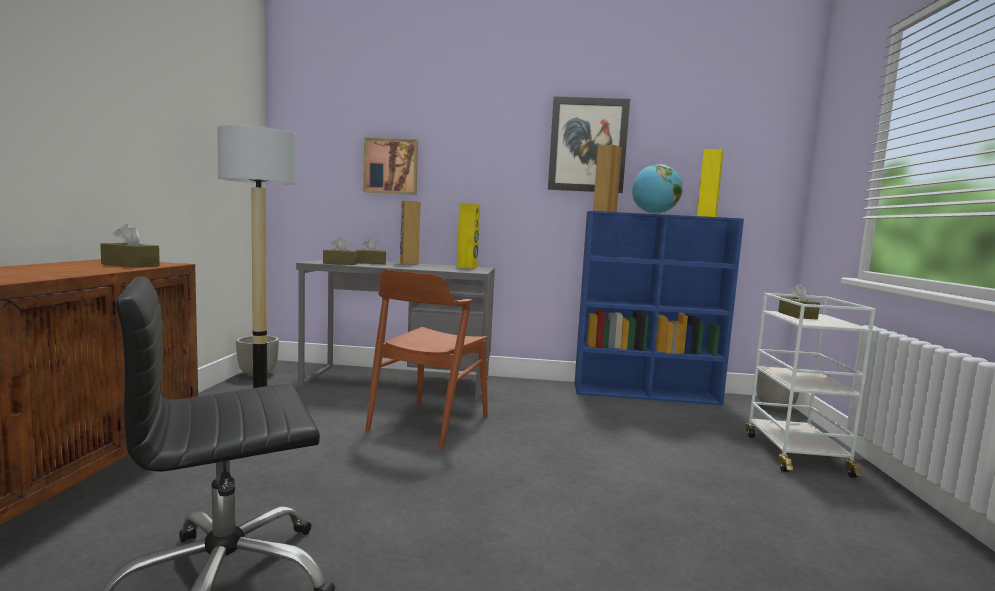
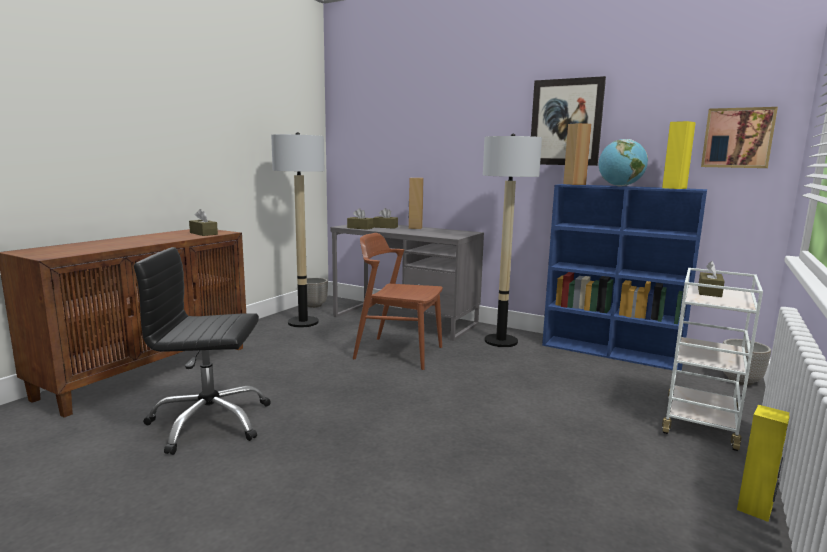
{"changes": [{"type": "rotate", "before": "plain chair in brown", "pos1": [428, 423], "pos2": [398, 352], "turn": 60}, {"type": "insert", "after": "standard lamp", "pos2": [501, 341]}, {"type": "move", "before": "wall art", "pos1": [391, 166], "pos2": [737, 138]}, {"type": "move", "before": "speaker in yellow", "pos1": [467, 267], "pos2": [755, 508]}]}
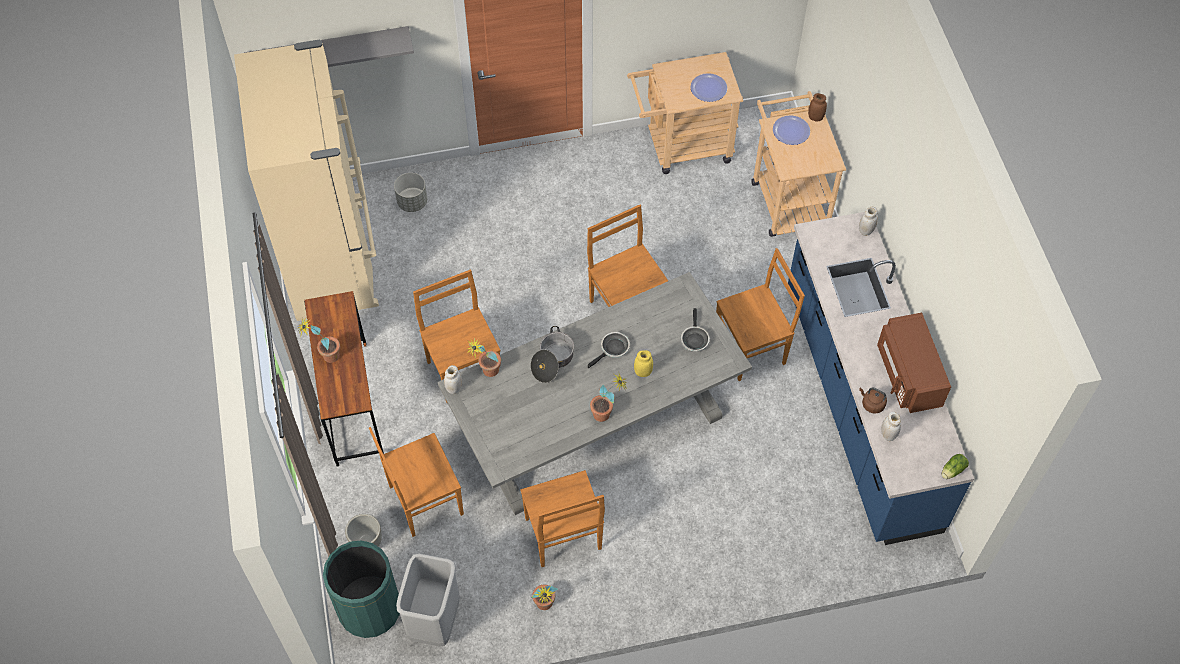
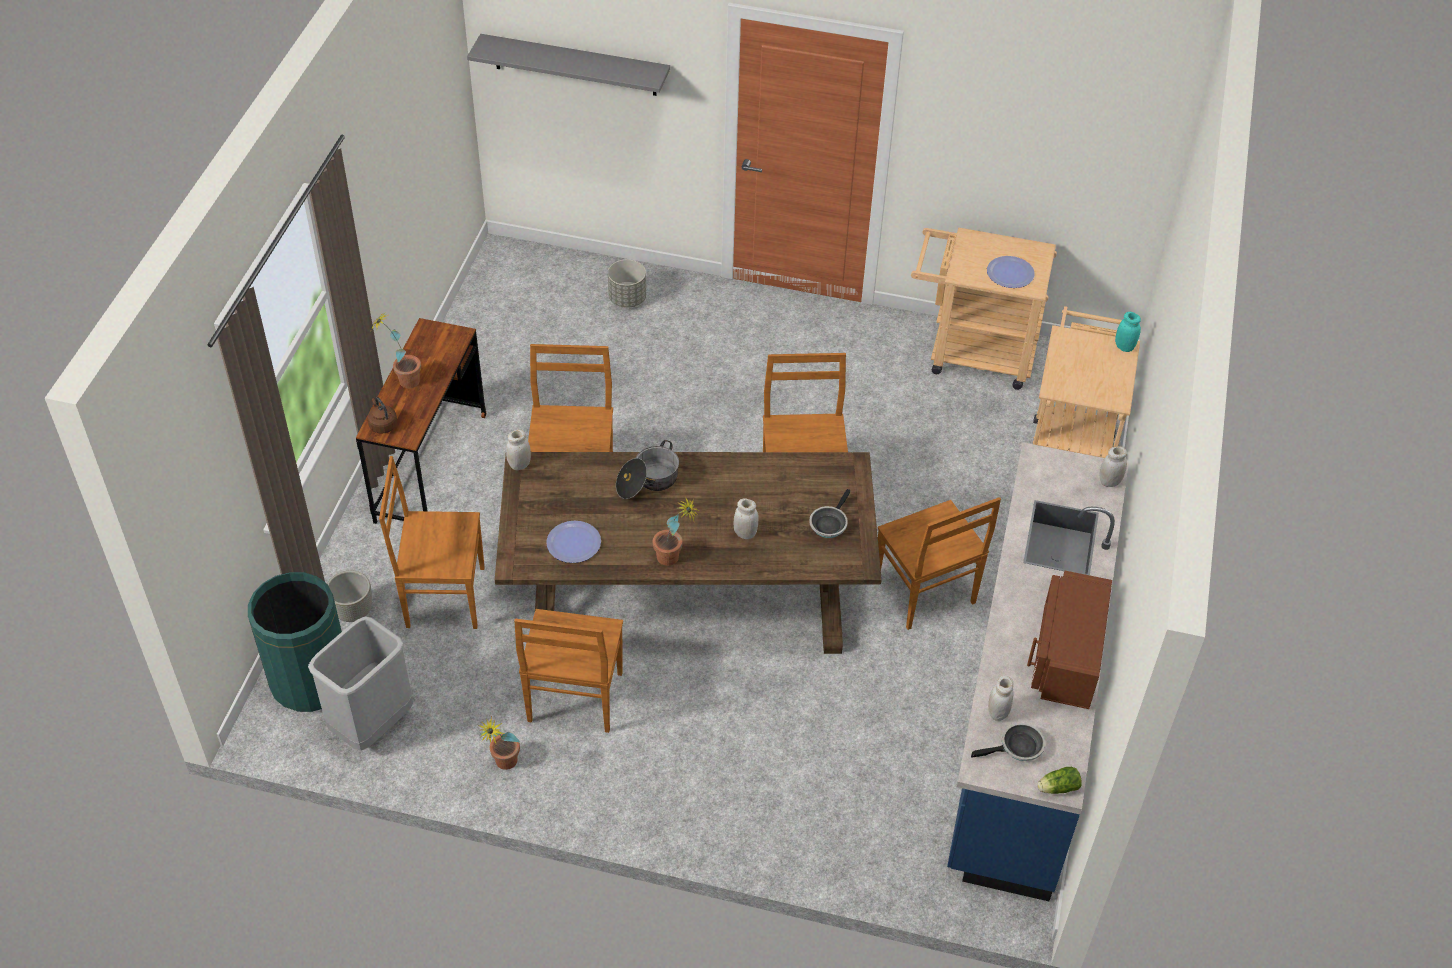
{"changes": [{"type": "move", "before": "kettle in brown", "pos1": [871, 404], "pos2": [382, 424]}, {"type": "recolor", "before": "kitchen table in gray", "after": "kitchen table in brown", "pos1": [594, 423], "pos2": [687, 597]}, {"type": "move", "before": "plate", "pos1": [791, 131], "pos2": [573, 543]}, {"type": "recolor", "before": "preserve jar in yellow", "after": "preserve jar in whitish", "pos1": [643, 372], "pos2": [745, 533]}, {"type": "rotate", "before": "plain chair in brown", "pos1": [752, 348], "pos2": [925, 594], "turn": 60}, {"type": "move", "before": "skillet", "pos1": [613, 349], "pos2": [1018, 747]}, {"type": "recolor", "before": "preserve jar in brown", "after": "preserve jar in blue-green", "pos1": [815, 117], "pos2": [1124, 347]}, {"type": "delete", "before": "refrigerator in beige", "pos1": [333, 260]}, {"type": "delete", "before": "houseplant", "pos1": [486, 373]}]}
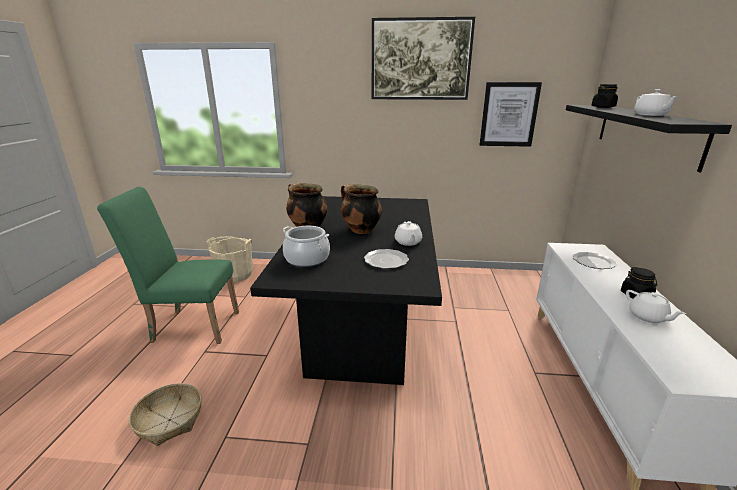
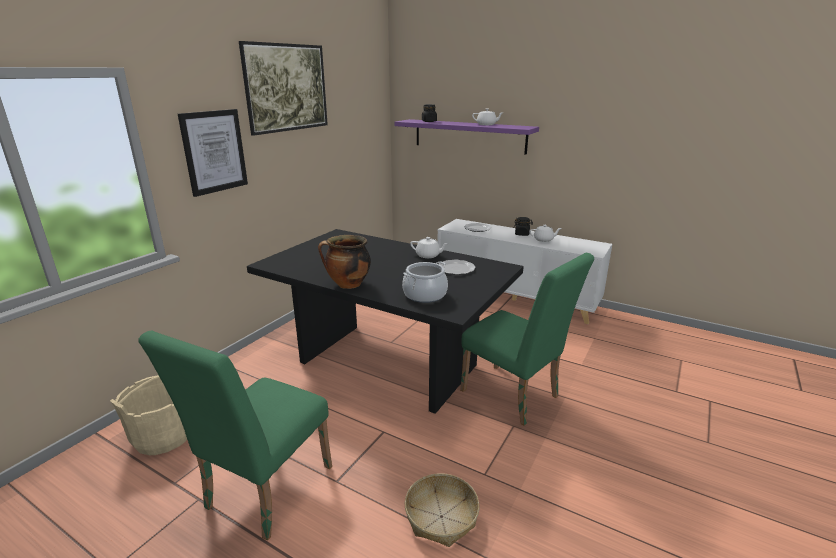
{"changes": [{"type": "move", "before": "wall art", "pos1": [509, 114], "pos2": [214, 151]}, {"type": "recolor", "before": "bracket shelf in black", "after": "bracket shelf in purple-coloured", "pos1": [645, 132], "pos2": [469, 136]}, {"type": "insert", "after": "plain chair in greenish", "pos2": [515, 397]}, {"type": "delete", "before": "cooking pot", "pos1": [360, 230]}]}
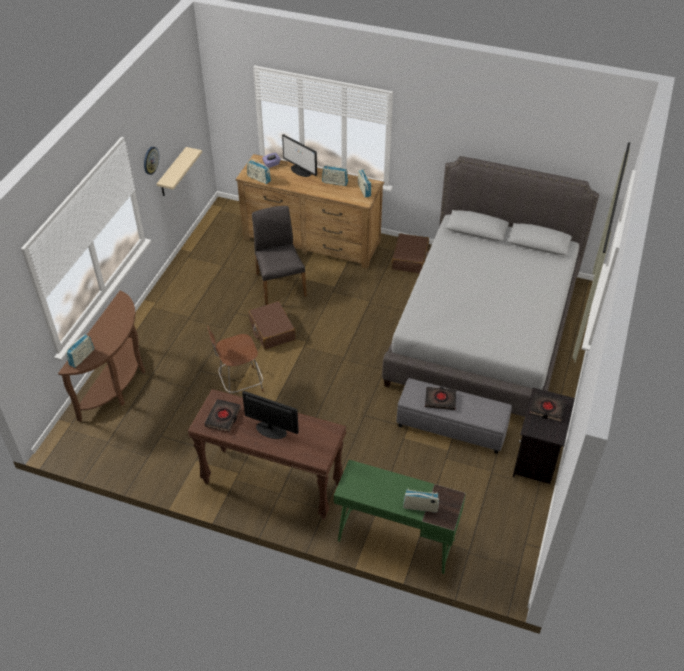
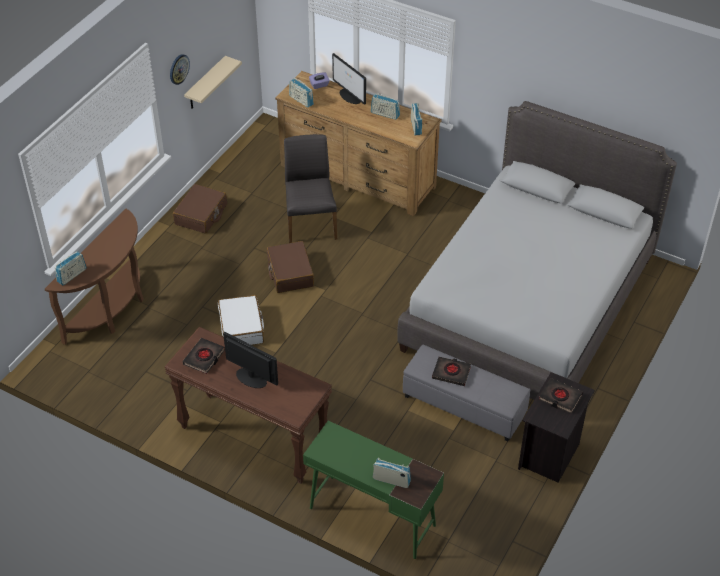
{"changes": [{"type": "move", "before": "travel case in brown", "pos1": [410, 259], "pos2": [201, 215]}, {"type": "replace", "before": "plain chair in brown", "after": "travel case in whitish", "pos1": [239, 384], "pos2": [241, 327]}]}
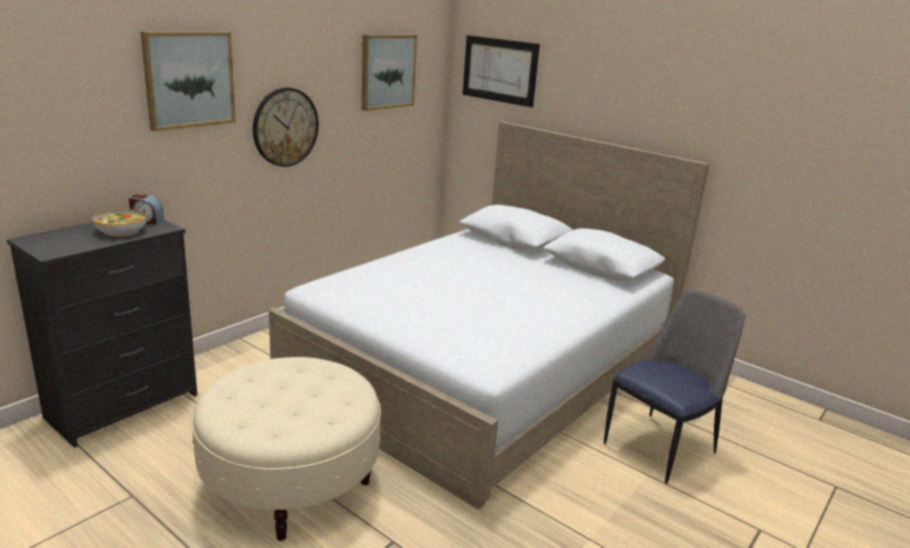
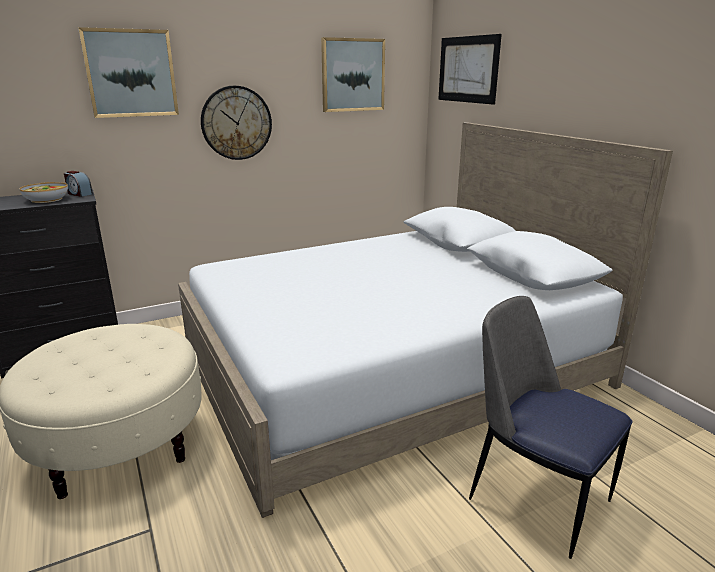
{"changes": [{"type": "rotate", "before": "plain chair", "pos1": [661, 446], "pos2": [535, 496], "turn": -120}]}
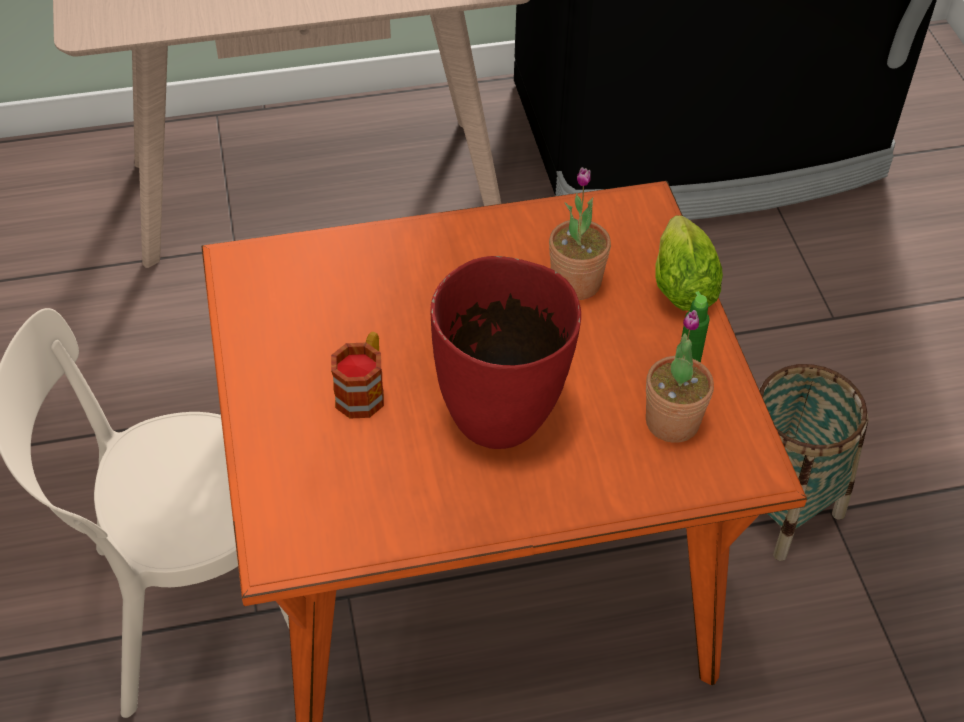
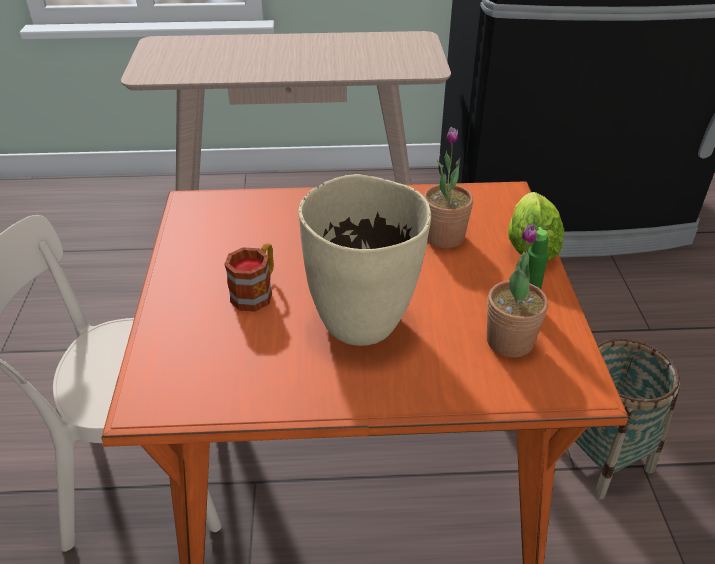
{"changes": [{"type": "recolor", "before": "decorative vase in reddish", "after": "decorative vase in beige", "pos1": [501, 416], "pos2": [363, 321]}]}
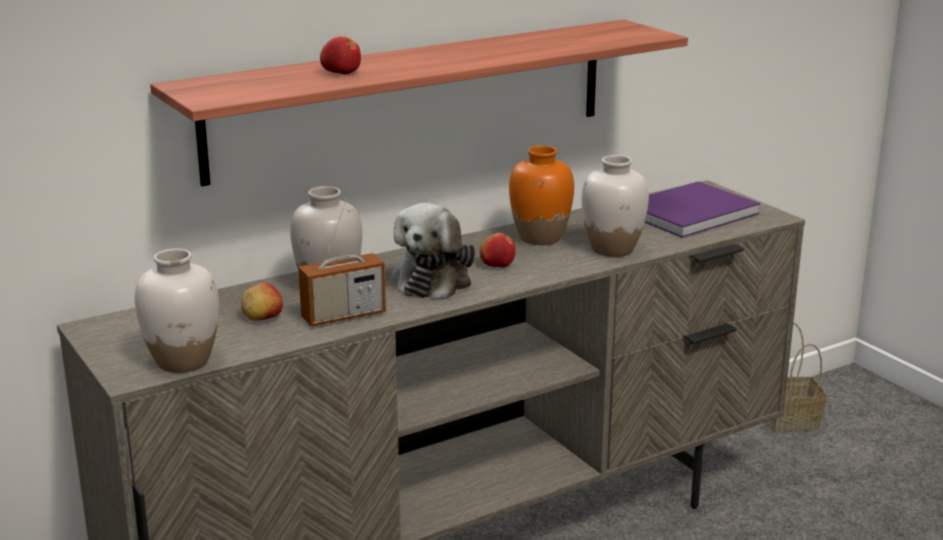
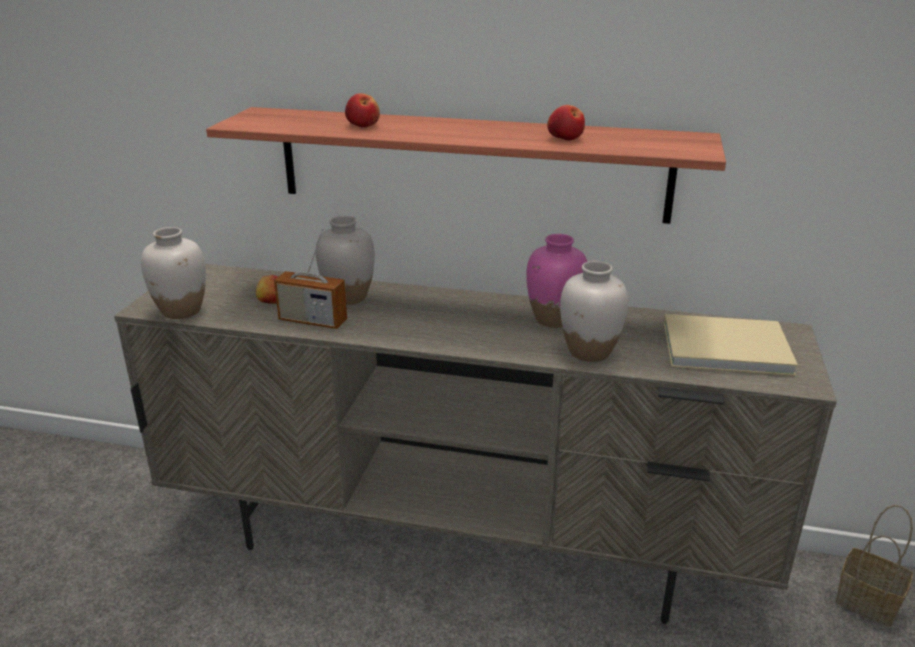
{"changes": [{"type": "recolor", "before": "decorative vase in orange", "after": "decorative vase in pinkish", "pos1": [540, 238], "pos2": [554, 319]}, {"type": "move", "before": "apple", "pos1": [497, 265], "pos2": [565, 138]}, {"type": "recolor", "before": "volume in purple-coloured", "after": "volume in beige", "pos1": [684, 213], "pos2": [721, 346]}, {"type": "delete", "before": "soft toy", "pos1": [434, 279]}]}
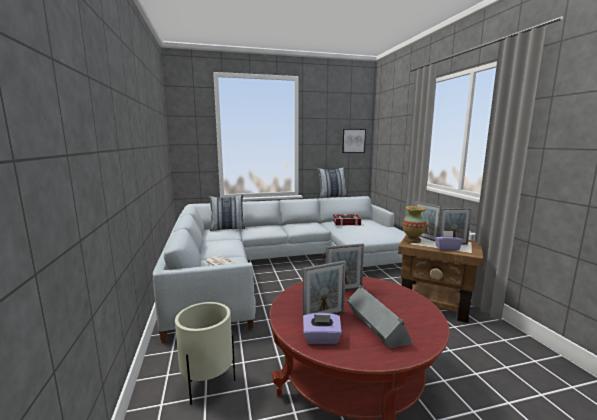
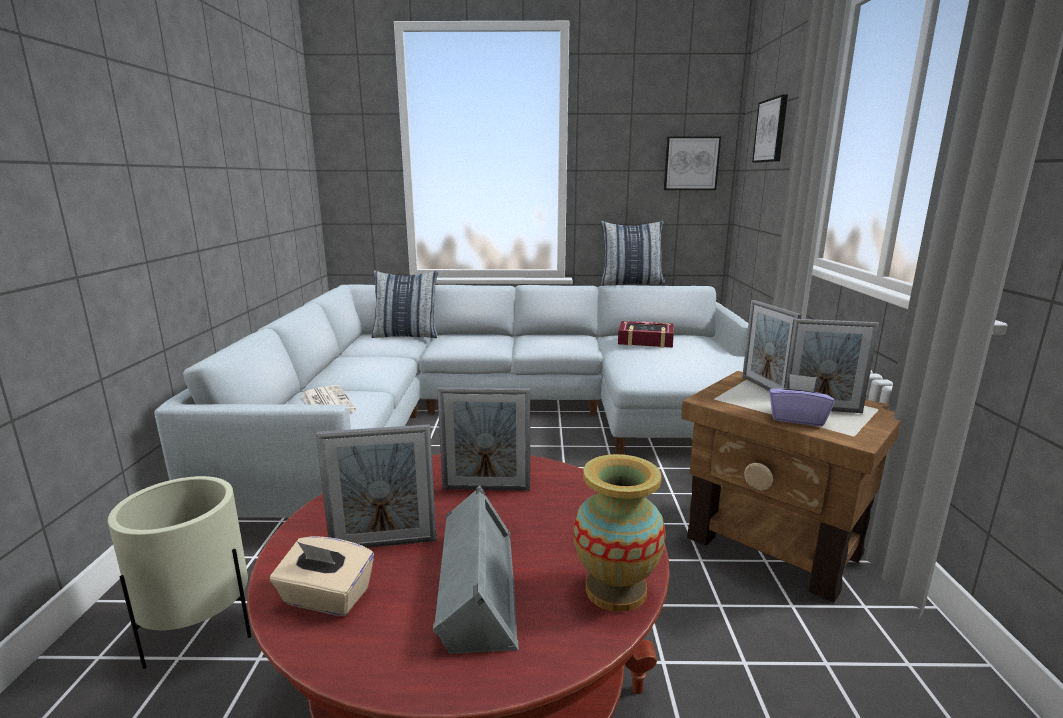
{"changes": [{"type": "recolor", "before": "tissue holder in purple-coloured", "after": "tissue holder in beige", "pos1": [321, 339], "pos2": [326, 598]}, {"type": "move", "before": "decorative vase", "pos1": [412, 240], "pos2": [615, 590]}, {"type": "insert", "after": "wall art", "pos2": [771, 130]}]}
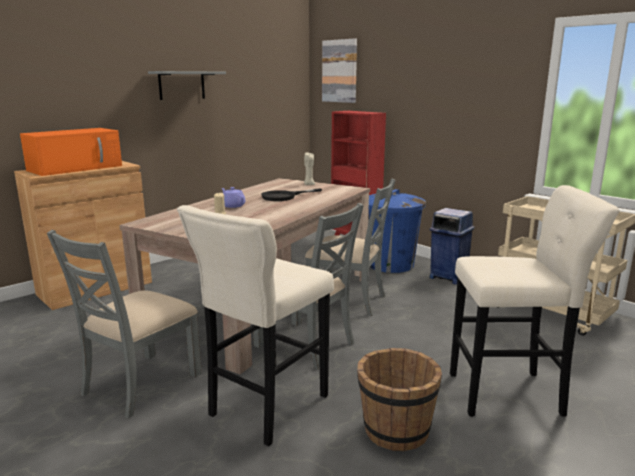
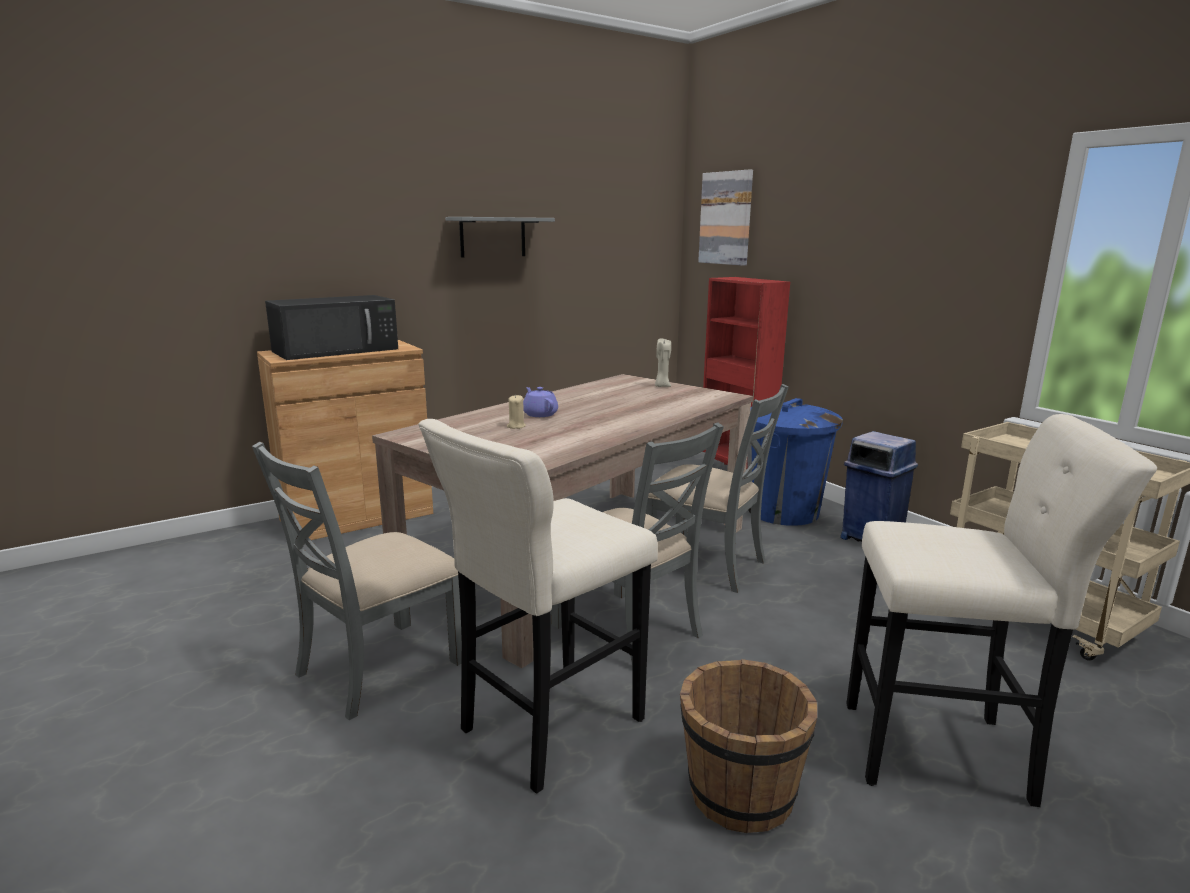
{"changes": [{"type": "recolor", "before": "microwave in orange", "after": "microwave in black", "pos1": [76, 168], "pos2": [337, 350]}, {"type": "delete", "before": "skillet in black", "pos1": [284, 196]}]}
